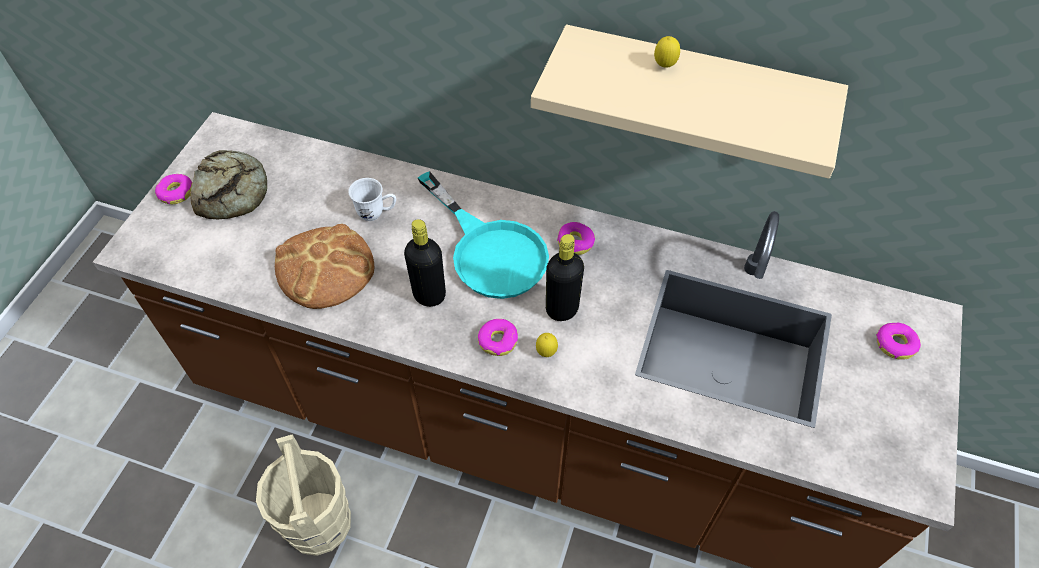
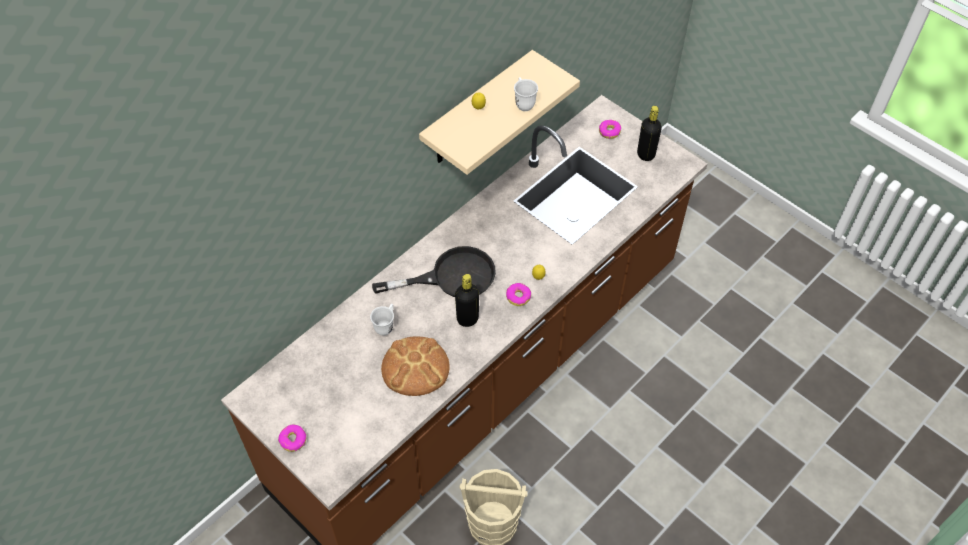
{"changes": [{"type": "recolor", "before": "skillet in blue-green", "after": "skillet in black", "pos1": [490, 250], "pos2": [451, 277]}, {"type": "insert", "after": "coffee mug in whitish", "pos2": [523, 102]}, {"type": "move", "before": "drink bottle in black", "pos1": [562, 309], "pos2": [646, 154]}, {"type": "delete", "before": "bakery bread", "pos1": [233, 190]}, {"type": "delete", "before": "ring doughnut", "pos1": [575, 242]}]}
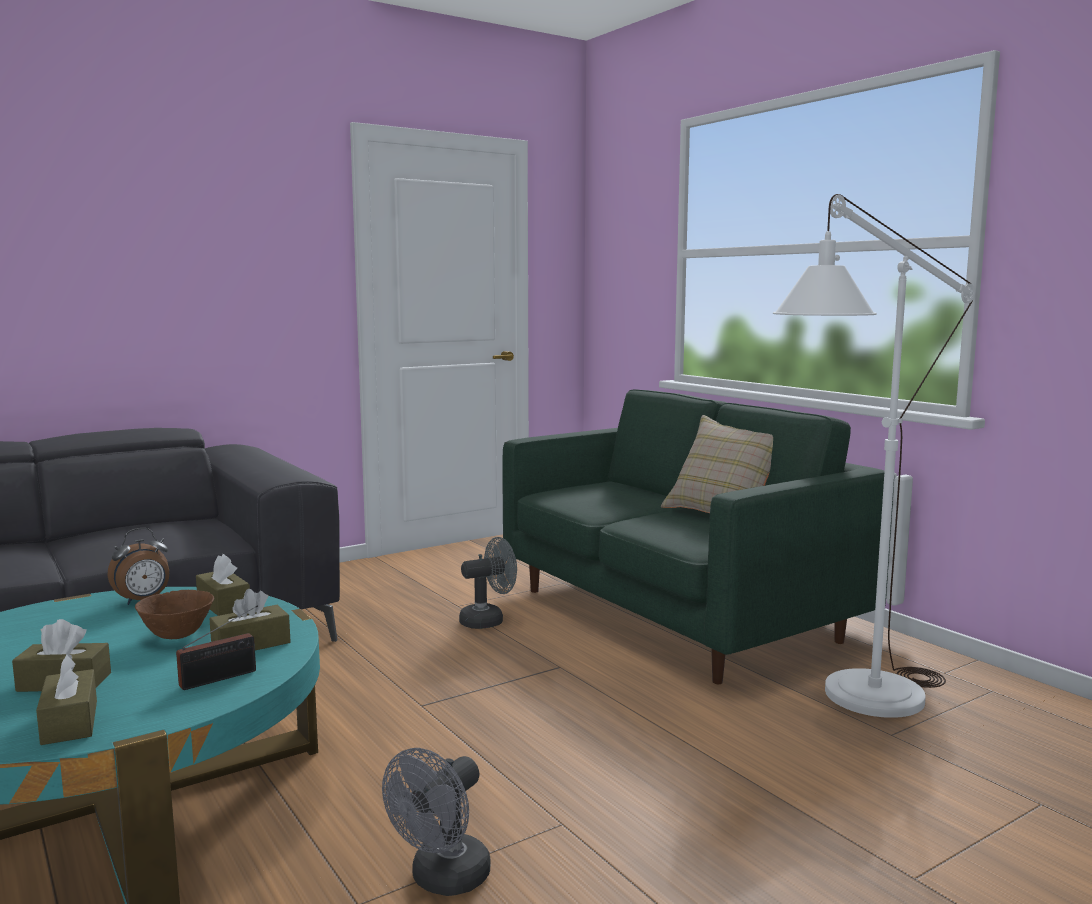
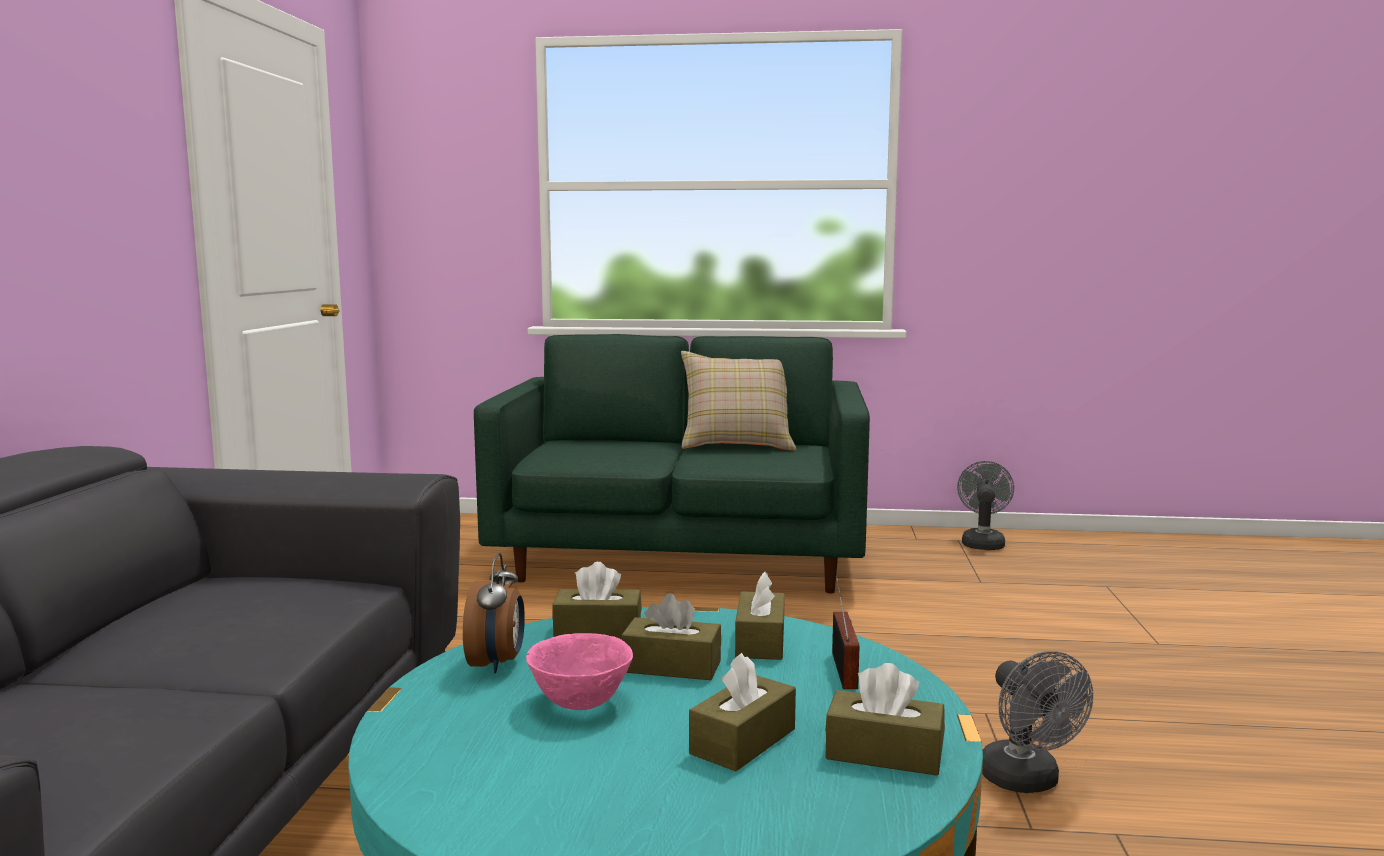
{"changes": [{"type": "insert", "after": "deep dish in pinkish", "pos2": [581, 703]}, {"type": "replace", "before": "deep dish in brown", "after": "tissue holder in brown", "pos1": [178, 636], "pos2": [672, 666]}, {"type": "move", "before": "fan in gray", "pos1": [488, 620], "pos2": [982, 542]}, {"type": "delete", "before": "standard lamp in whitish", "pos1": [855, 702]}]}
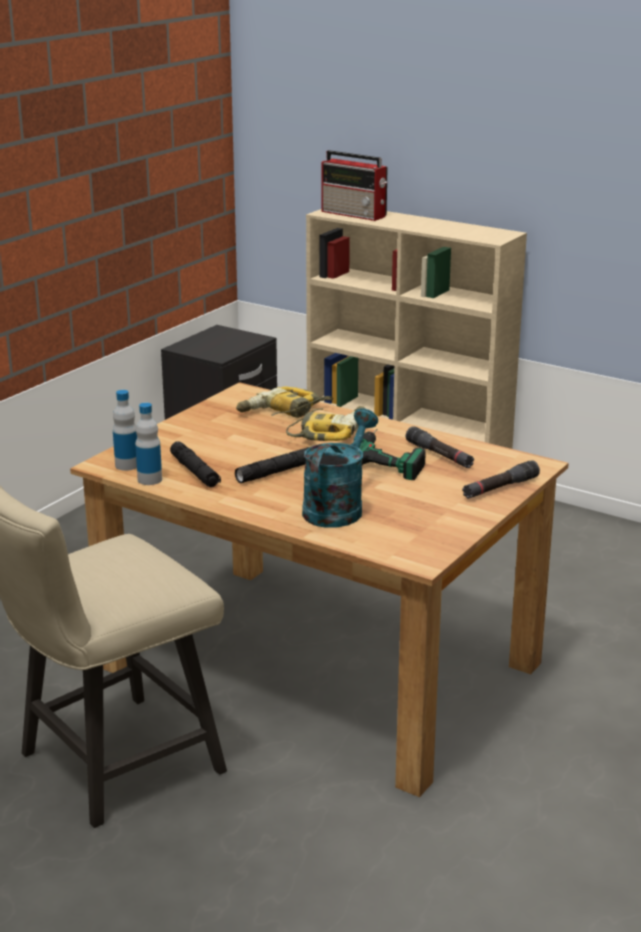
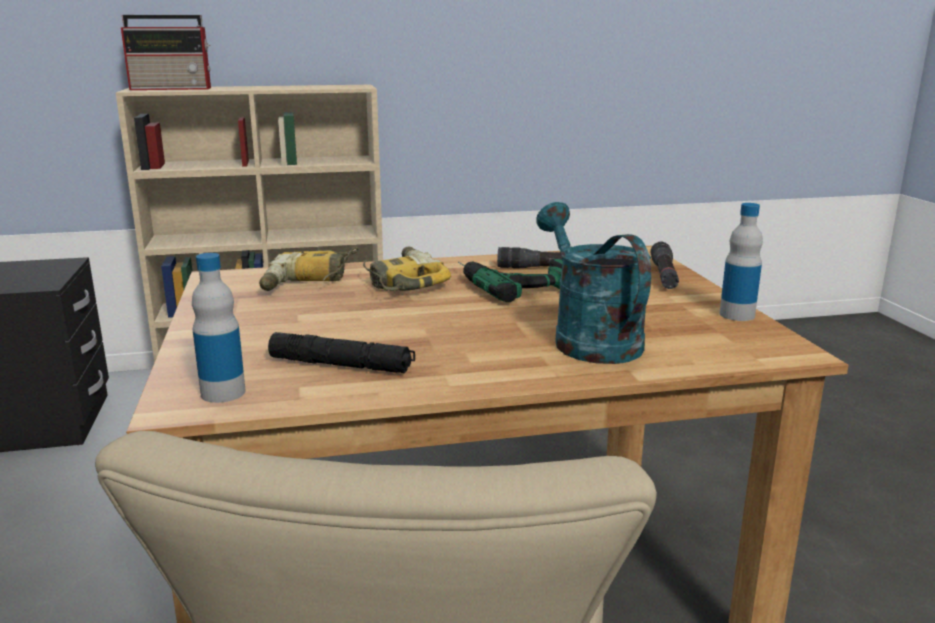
{"changes": [{"type": "move", "before": "drink bottle", "pos1": [149, 479], "pos2": [737, 315]}, {"type": "delete", "before": "flashlight in black", "pos1": [276, 472]}]}
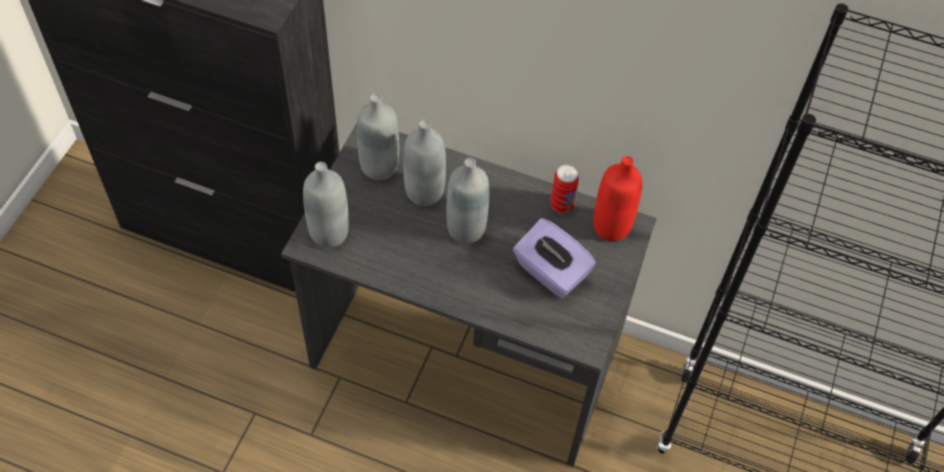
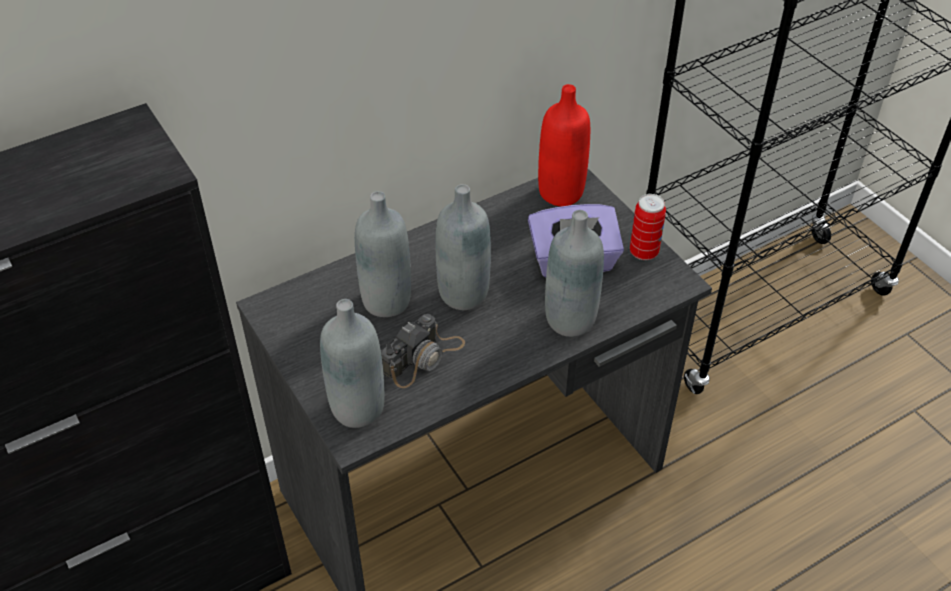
{"changes": [{"type": "insert", "after": "still camera", "pos2": [424, 357]}, {"type": "move", "before": "drink bottle in gray", "pos1": [379, 166], "pos2": [570, 319]}, {"type": "move", "before": "metal can", "pos1": [561, 205], "pos2": [644, 252]}]}
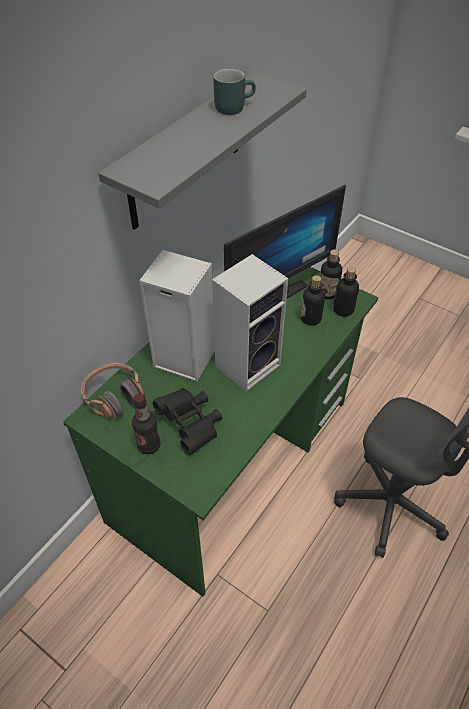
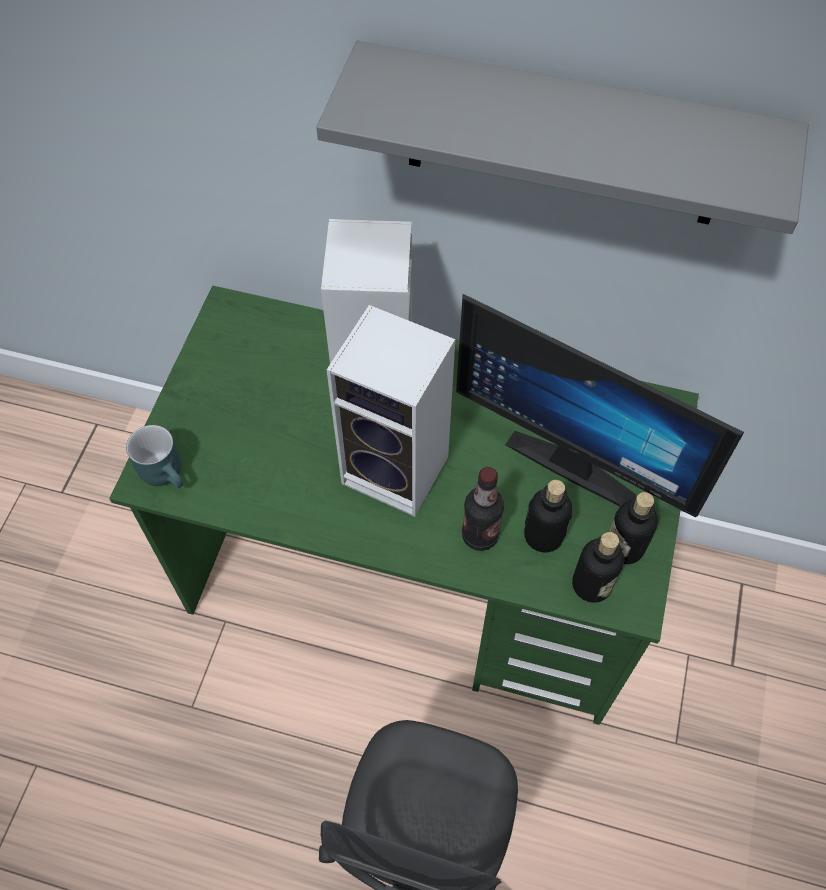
{"changes": [{"type": "move", "before": "coffee mug in blue-green", "pos1": [233, 107], "pos2": [168, 472]}, {"type": "move", "before": "drink bottle", "pos1": [149, 445], "pos2": [480, 535]}, {"type": "delete", "before": "headphones", "pos1": [114, 397]}, {"type": "delete", "before": "field glasses in black", "pos1": [191, 425]}]}
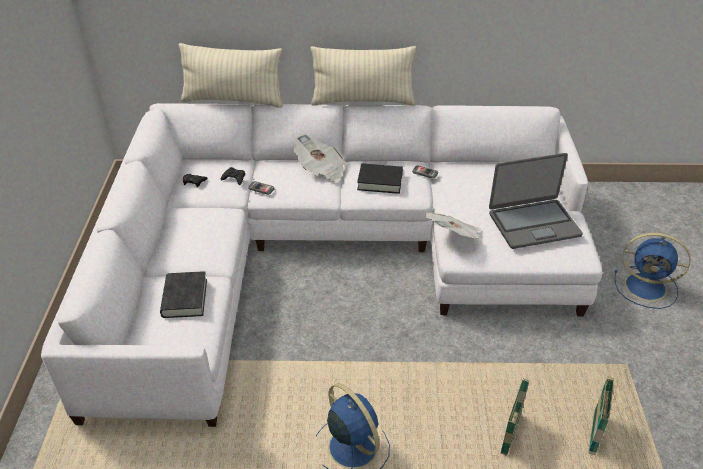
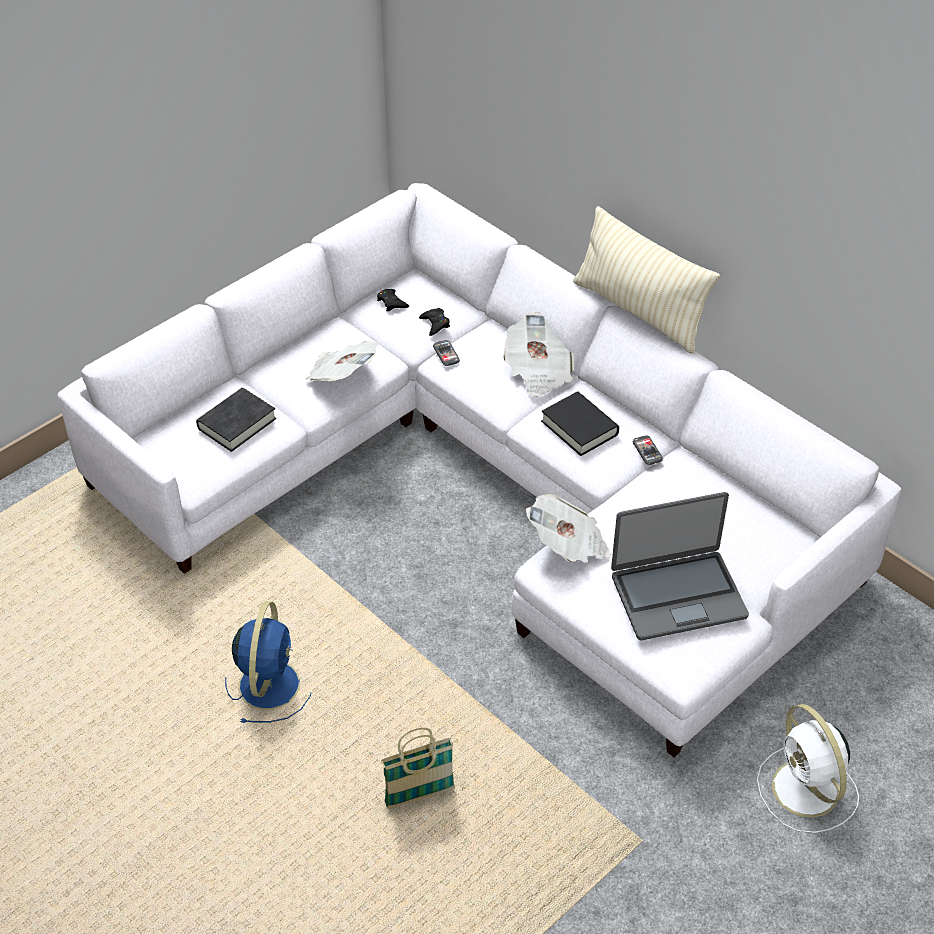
{"changes": [{"type": "insert", "after": "printed paper", "pos2": [342, 376]}, {"type": "rotate", "before": "laptop", "pos1": [533, 224], "pos2": [677, 595], "turn": -45}, {"type": "recolor", "before": "fan in blue-coloured", "after": "fan in whitish", "pos1": [647, 287], "pos2": [807, 791]}, {"type": "delete", "before": "cushion in beige", "pos1": [233, 100]}, {"type": "delete", "before": "basket", "pos1": [594, 433]}]}
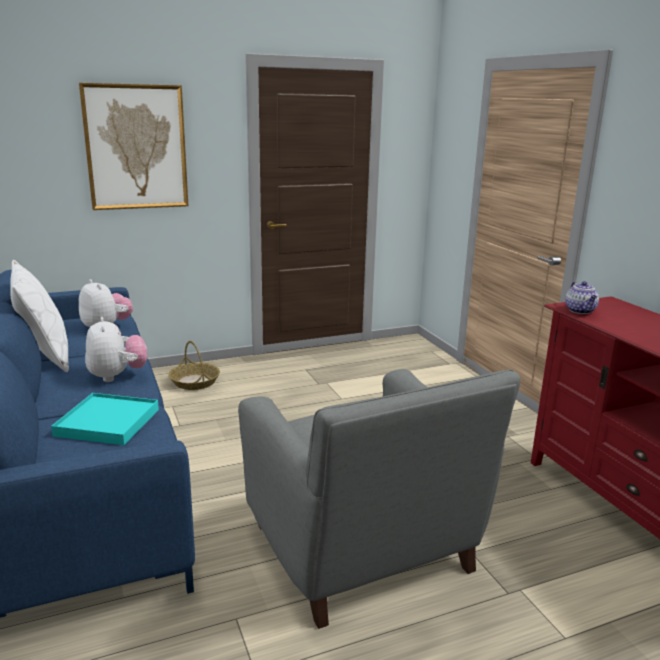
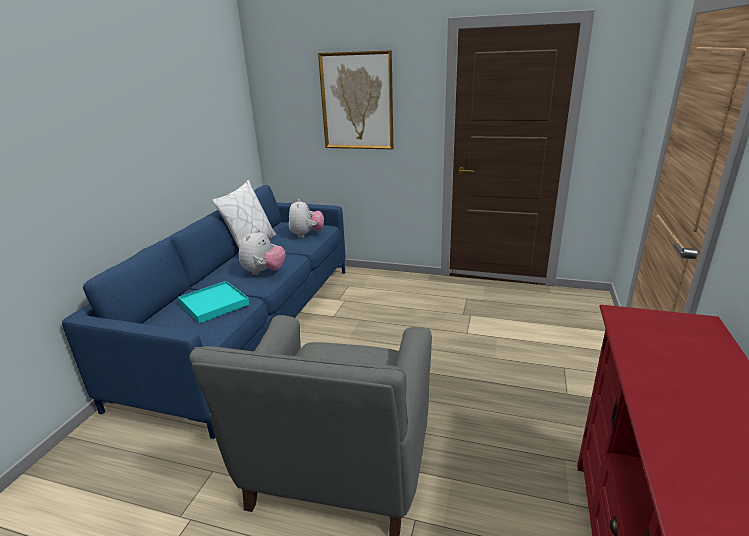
{"changes": [{"type": "delete", "before": "basket", "pos1": [195, 382]}, {"type": "delete", "before": "pot for tea", "pos1": [580, 311]}]}
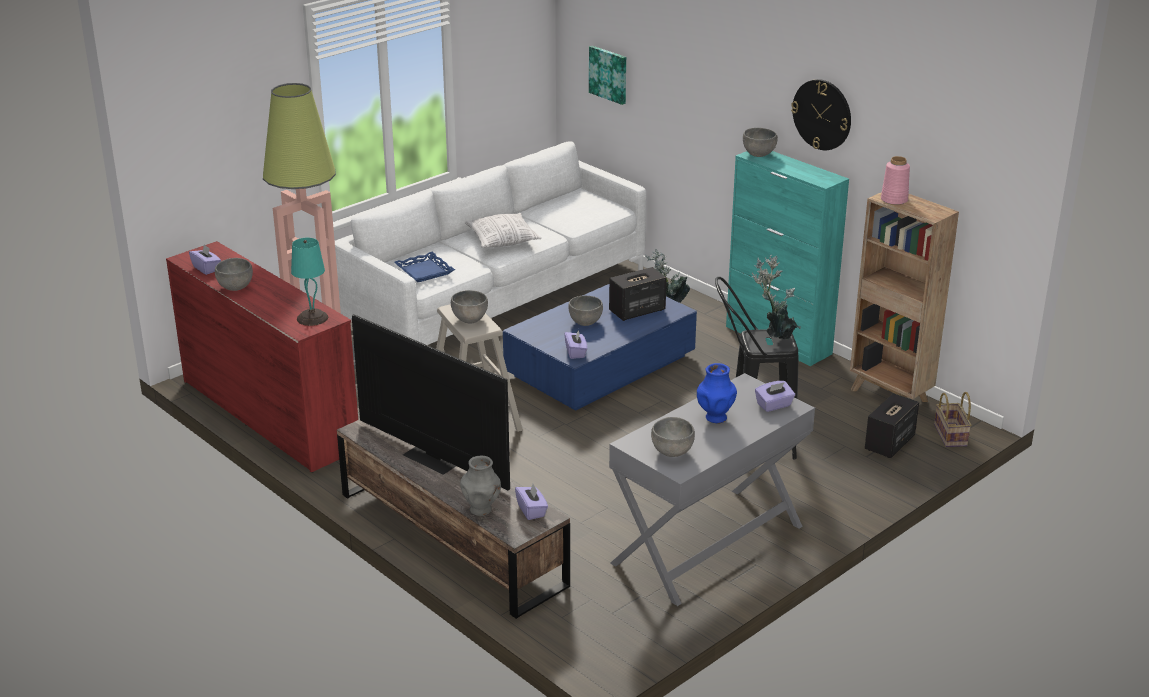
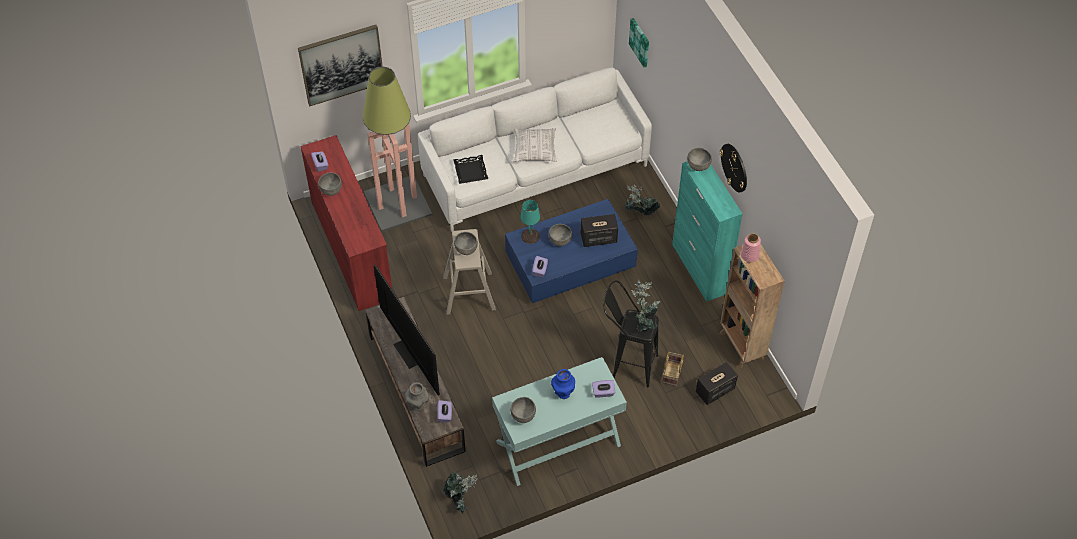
{"changes": [{"type": "insert", "after": "wall art", "pos2": [341, 64]}, {"type": "insert", "after": "houseplant", "pos2": [460, 499]}, {"type": "recolor", "before": "tray in blue-coloured", "after": "tray in black", "pos1": [424, 271], "pos2": [470, 171]}, {"type": "recolor", "before": "hall table in gray", "after": "hall table in blue-green", "pos1": [708, 545], "pos2": [558, 443]}, {"type": "move", "before": "table lamp in blue-green", "pos1": [313, 318], "pos2": [530, 236]}, {"type": "move", "before": "basket", "pos1": [951, 436], "pos2": [672, 374]}]}
